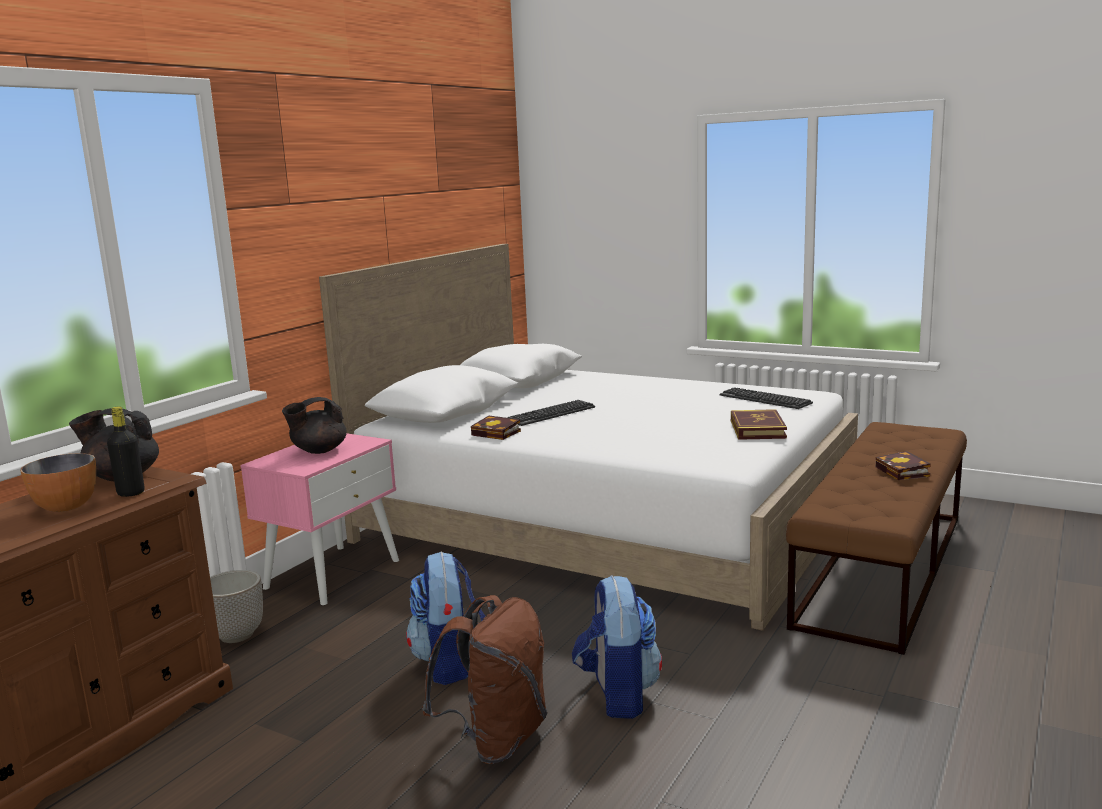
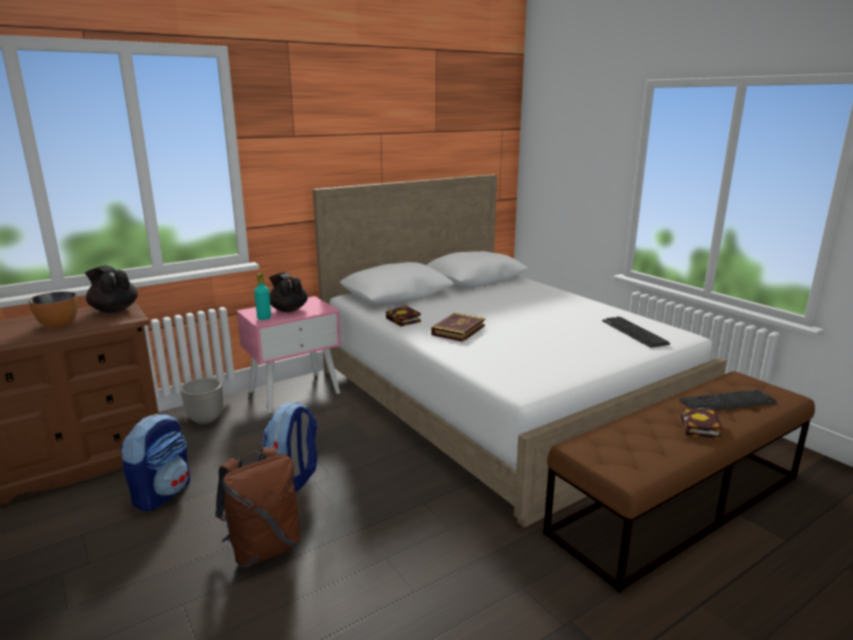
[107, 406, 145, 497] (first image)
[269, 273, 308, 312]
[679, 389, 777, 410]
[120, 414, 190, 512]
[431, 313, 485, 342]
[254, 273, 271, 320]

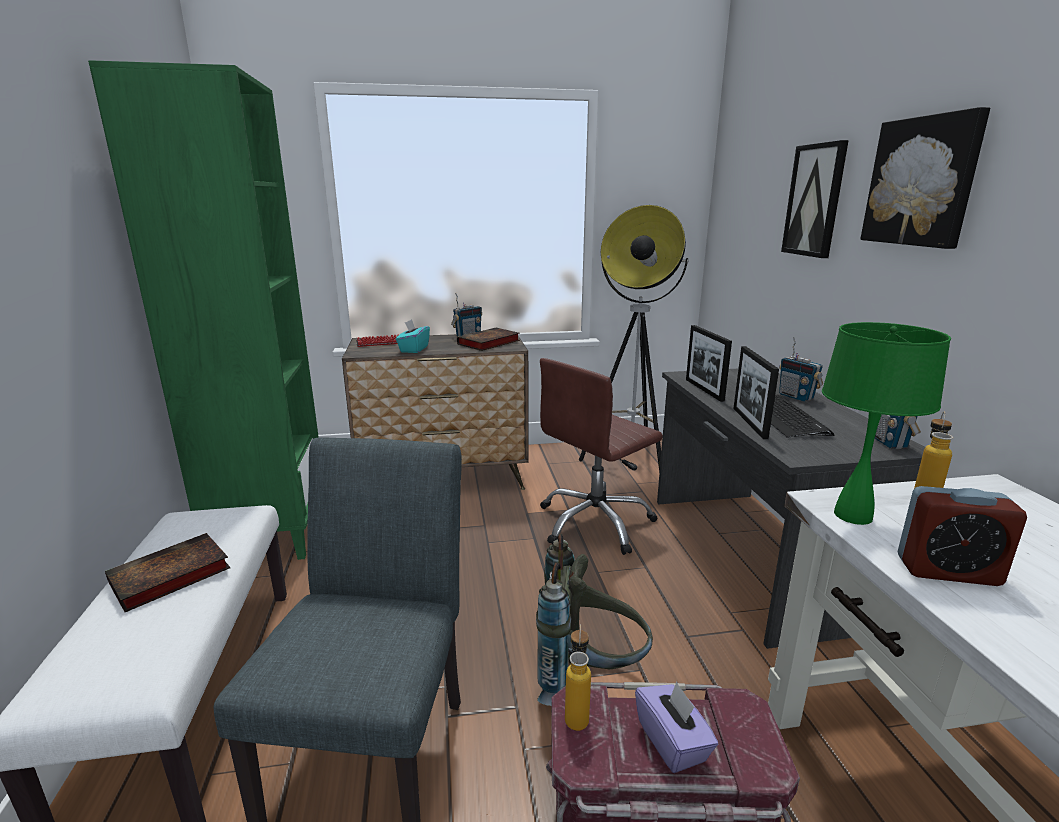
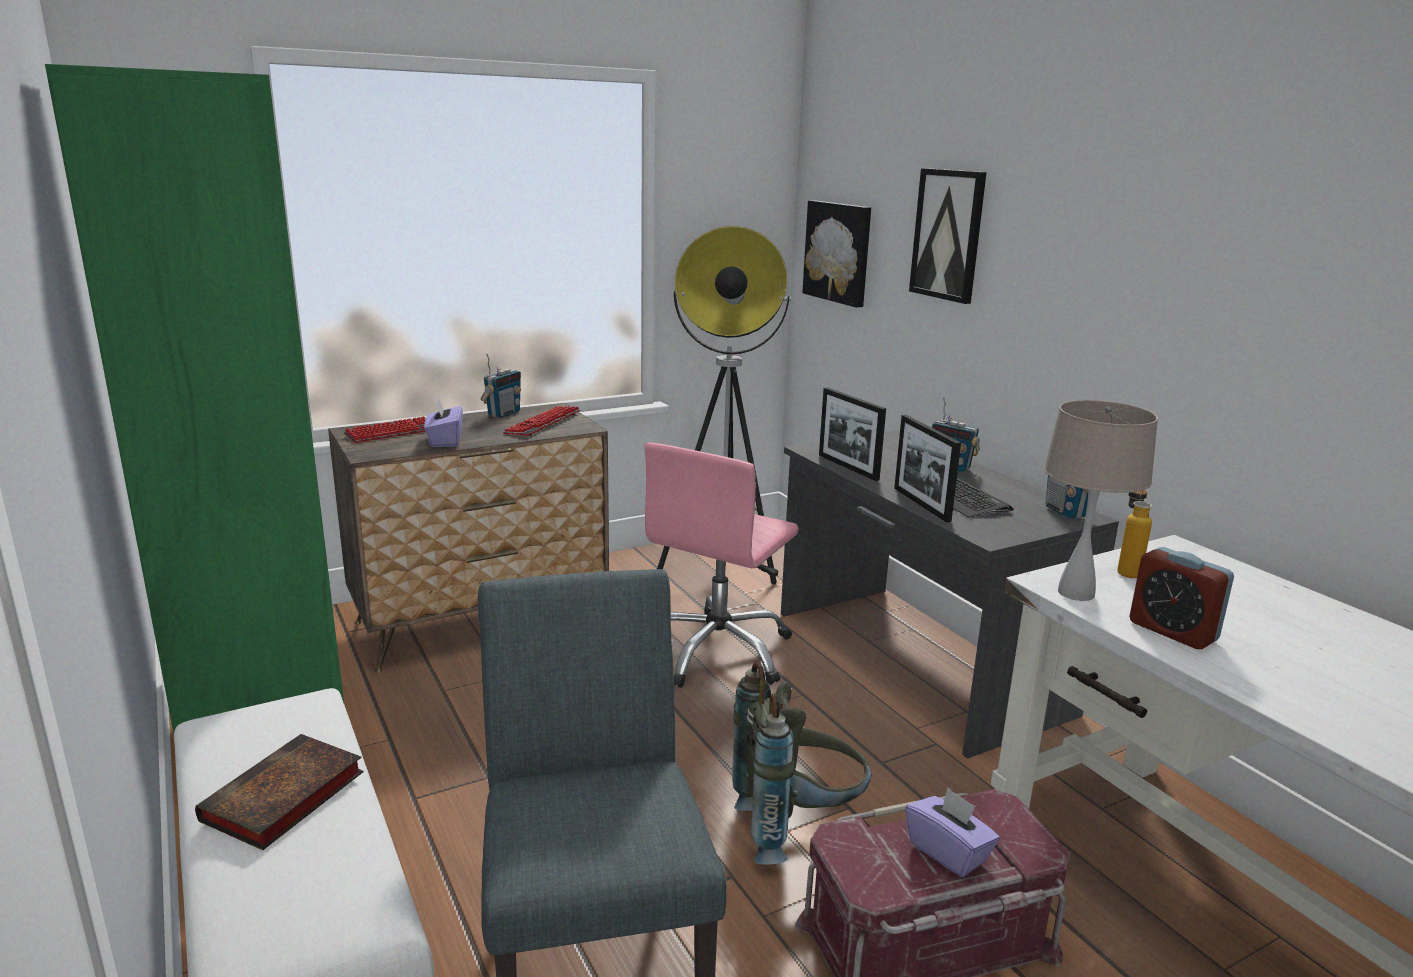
[424, 398, 463, 447]
[503, 406, 580, 436]
[644, 442, 799, 688]
[565, 624, 591, 731] (first image)
[1044, 400, 1158, 601]
[802, 200, 871, 307]
[1129, 547, 1234, 649]

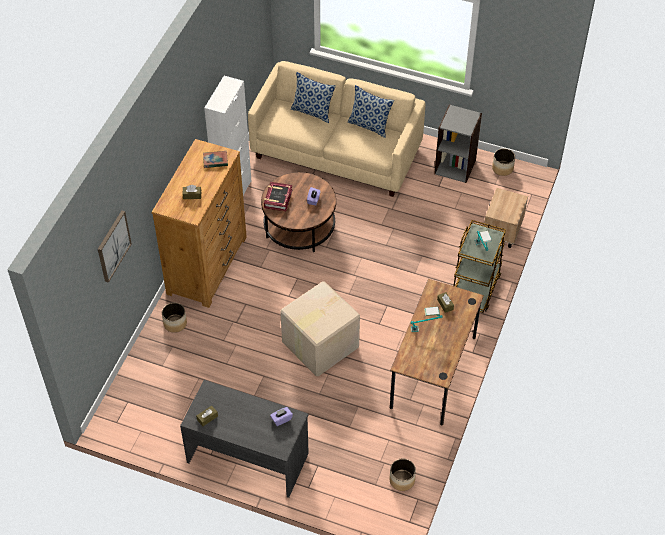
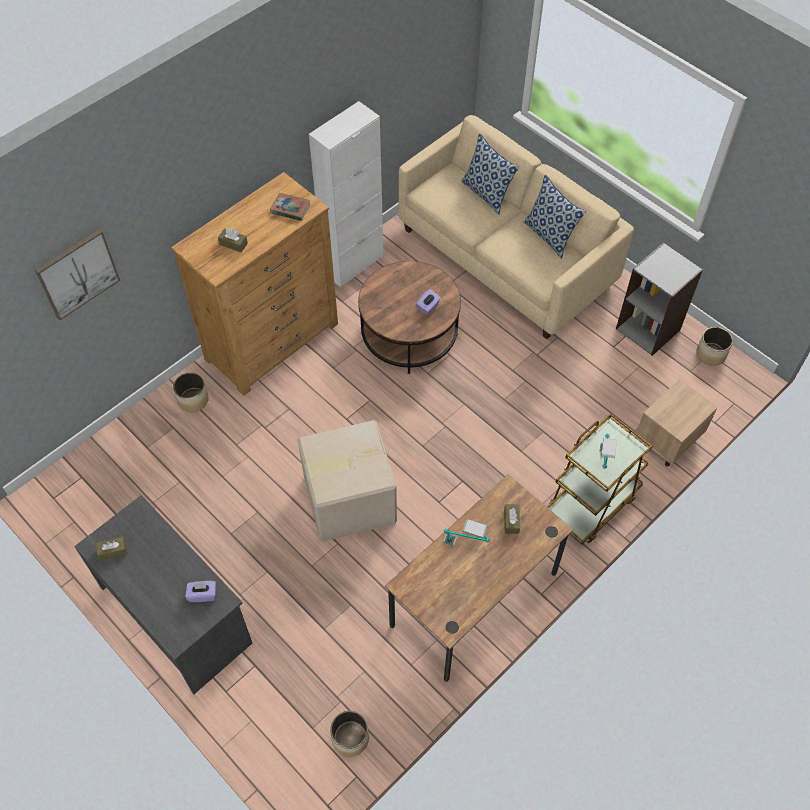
[264, 182, 293, 211] (first image)

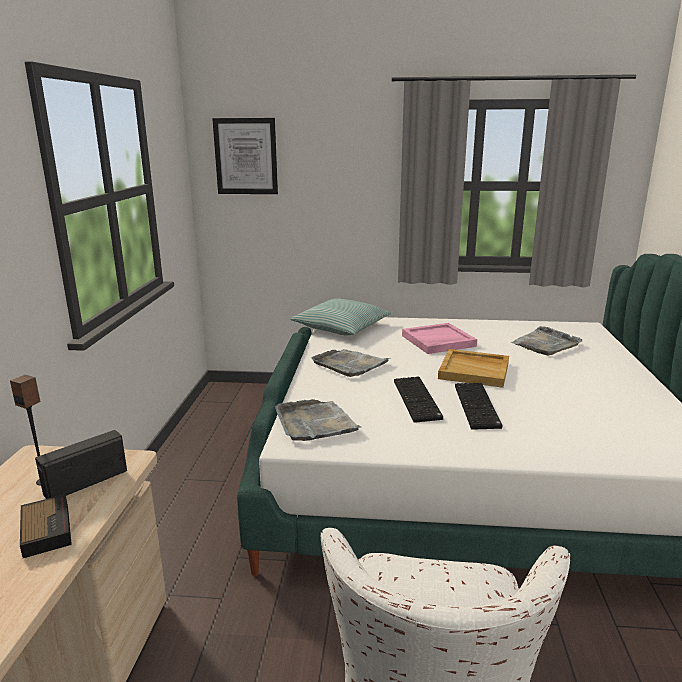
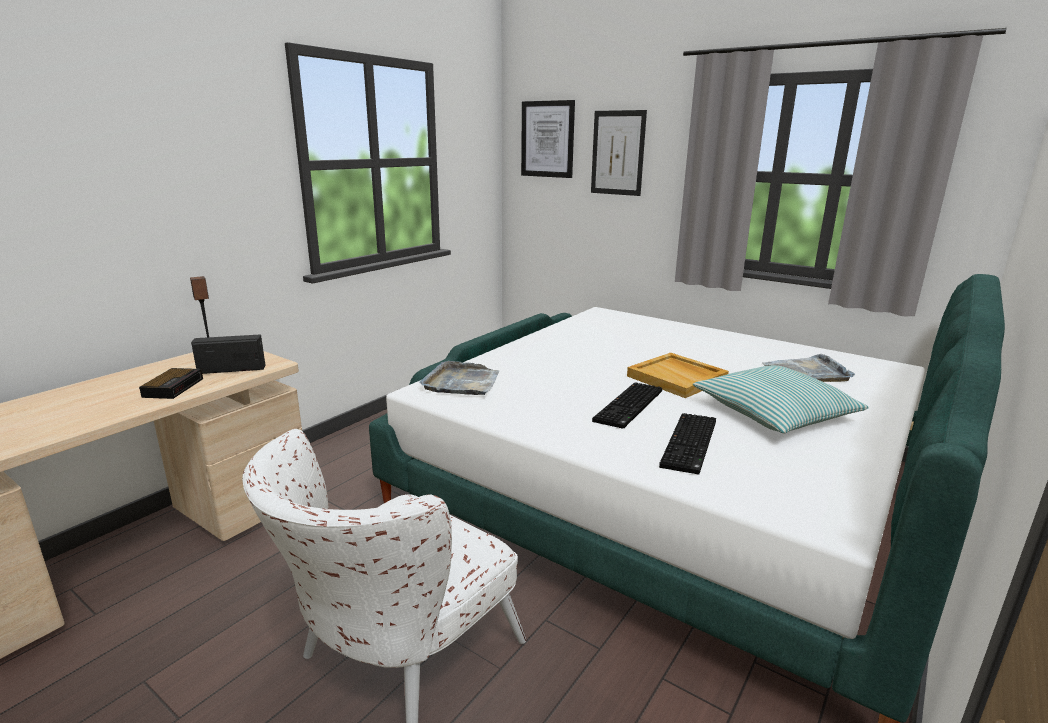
[693, 365, 869, 433]
[311, 349, 391, 377] (first image)
[659, 413, 716, 474]
[402, 323, 477, 354] (first image)
[591, 110, 647, 196]

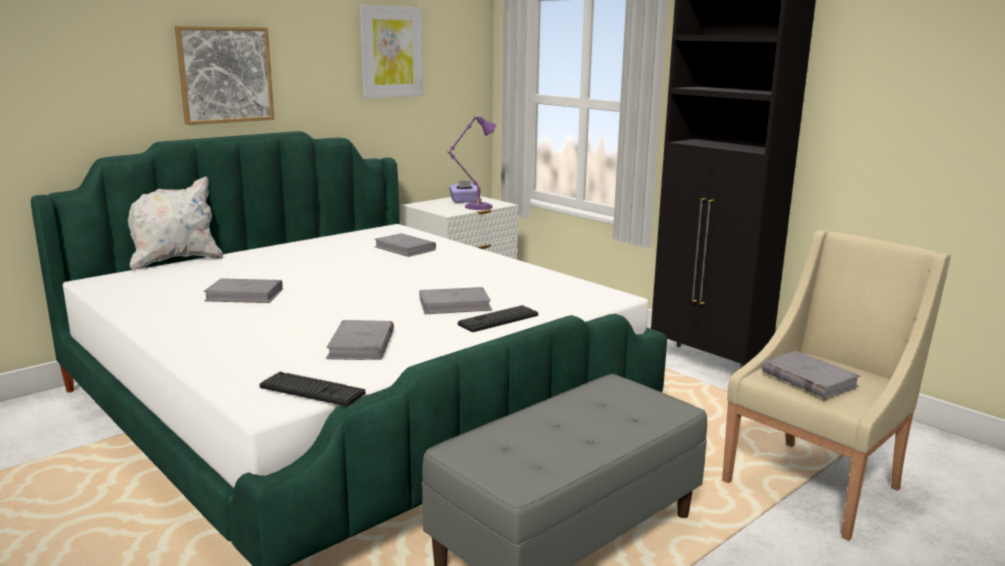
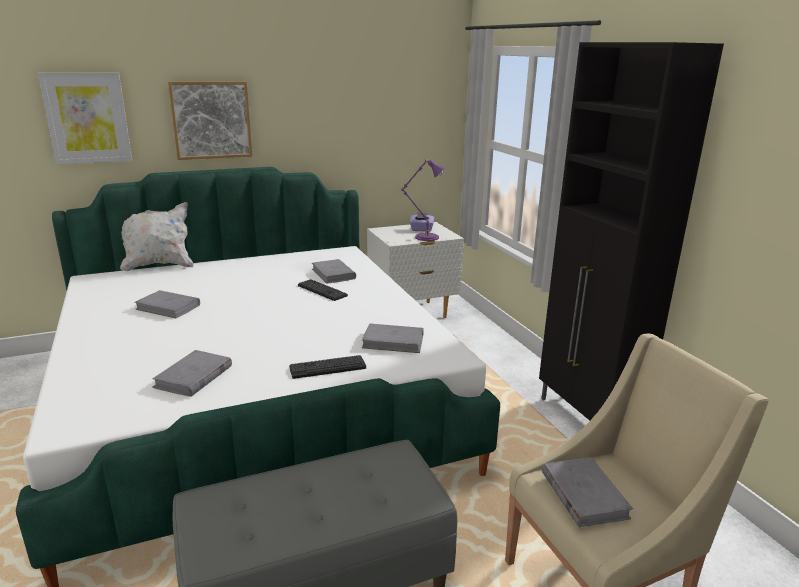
[298, 279, 348, 301]
[38, 73, 132, 164]
[362, 323, 424, 353]

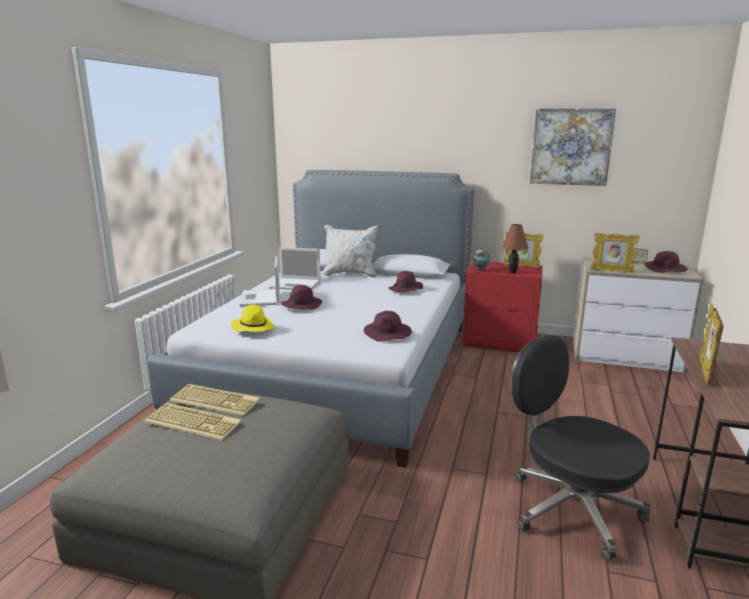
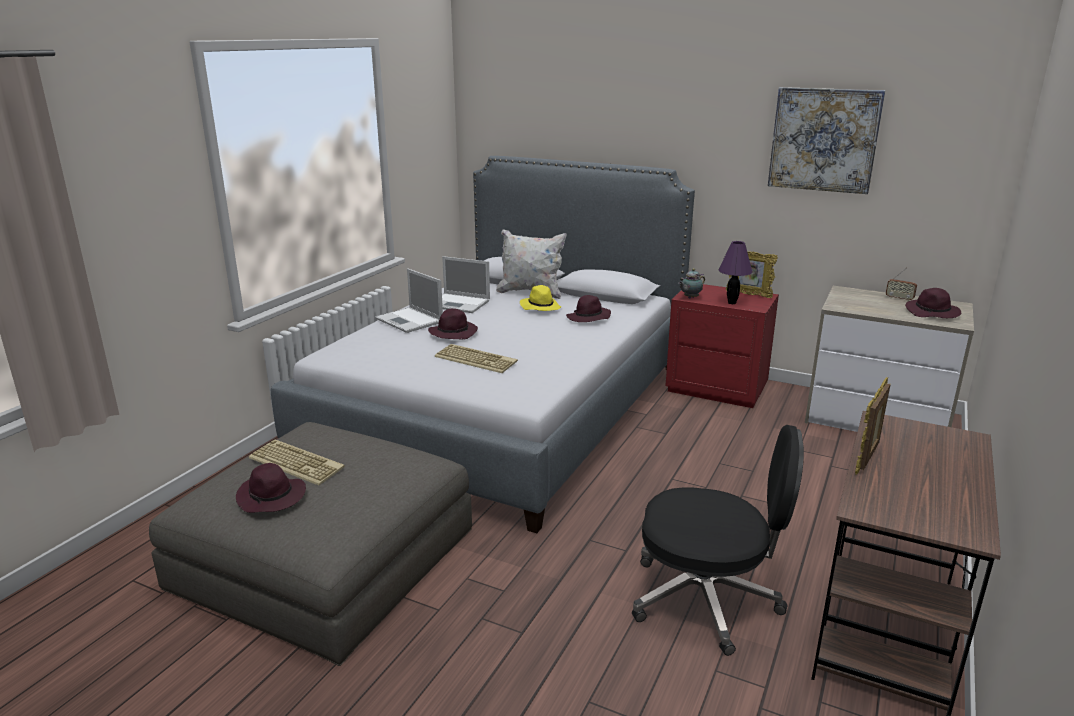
[435, 344, 518, 373]
[520, 285, 561, 311]
[375, 269, 443, 333]
[236, 463, 306, 513]
[719, 241, 752, 304]
[632, 425, 804, 656]
[590, 233, 639, 273] (first image)

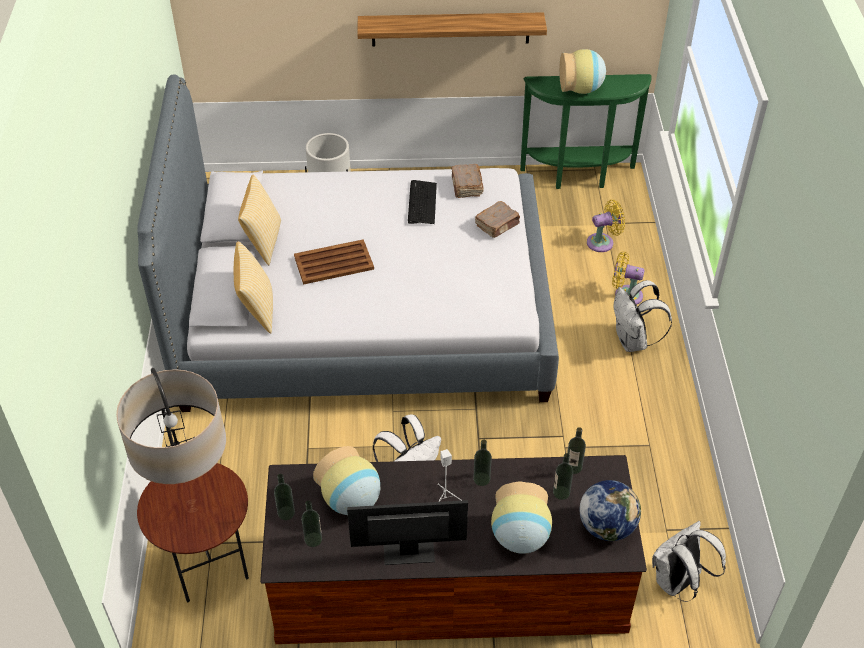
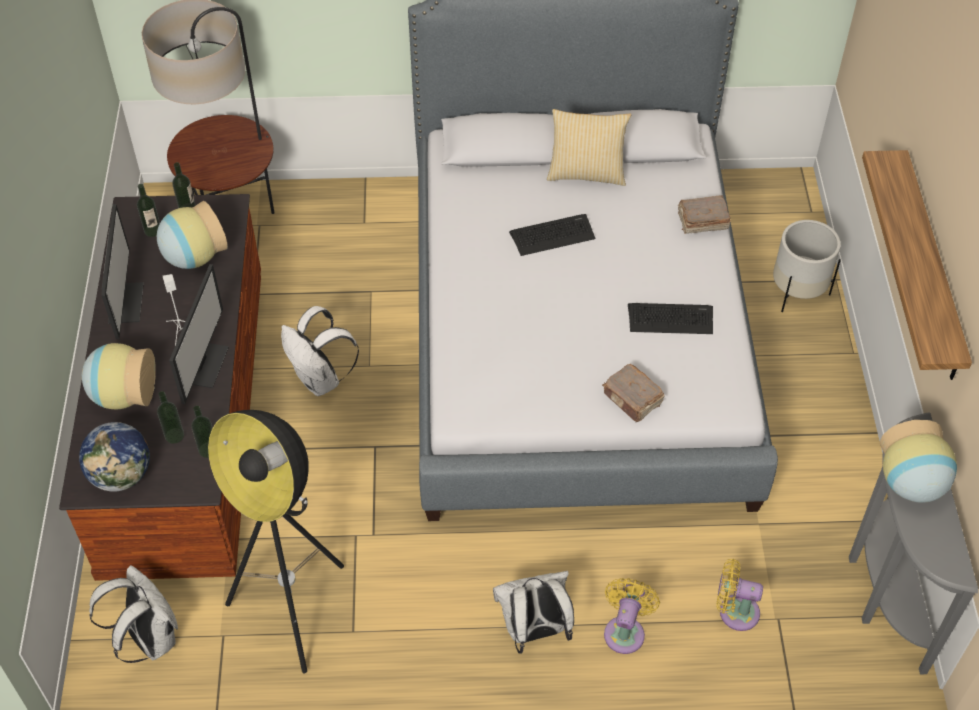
[234, 241, 273, 334] (first image)
[509, 214, 595, 256]
[678, 195, 731, 234]
[169, 264, 229, 404]
[849, 412, 978, 674]
[717, 559, 763, 631]
[208, 410, 344, 674]

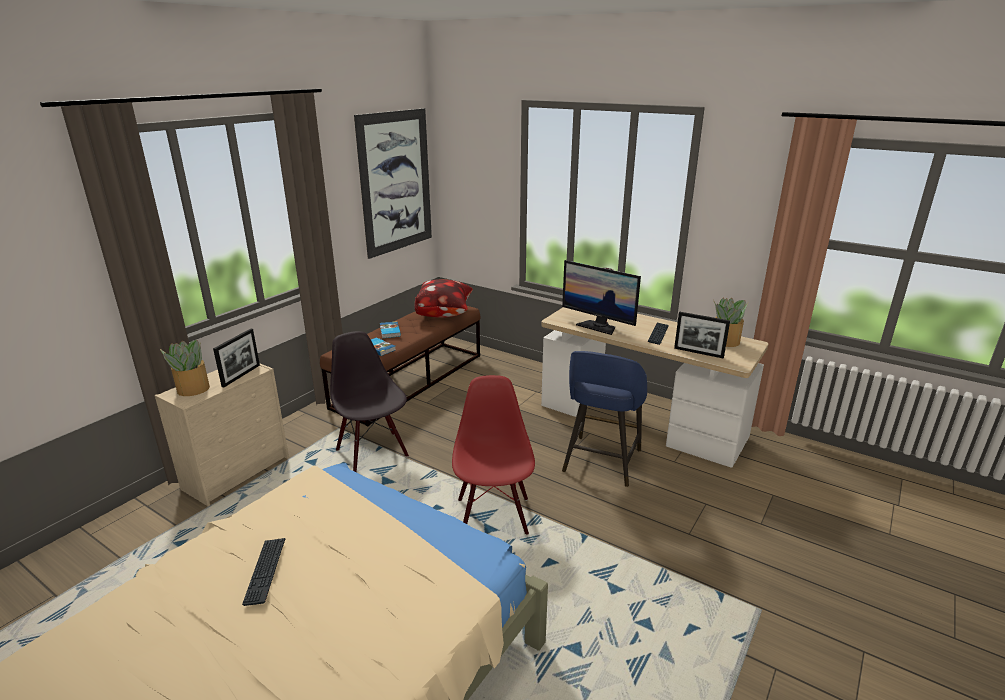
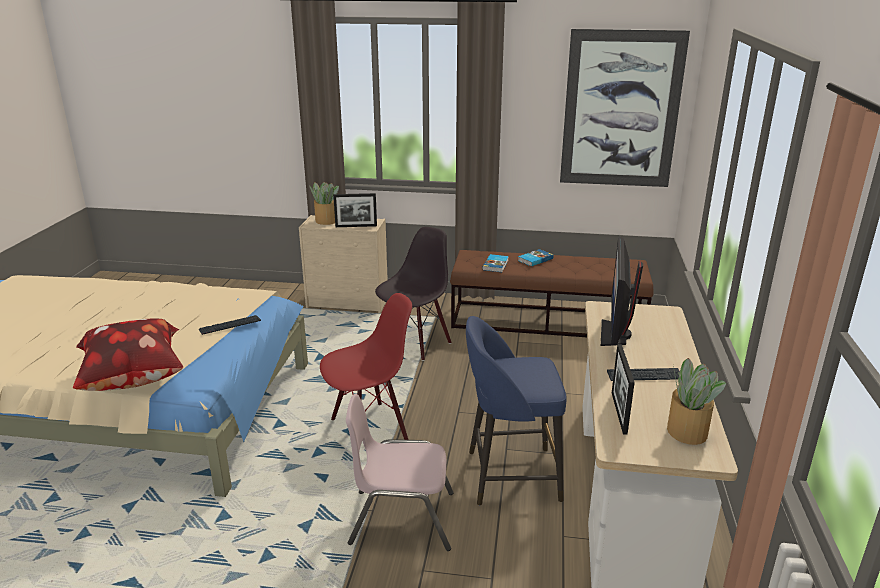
[199, 315, 261, 335]
[73, 318, 183, 391]
[346, 394, 454, 551]

